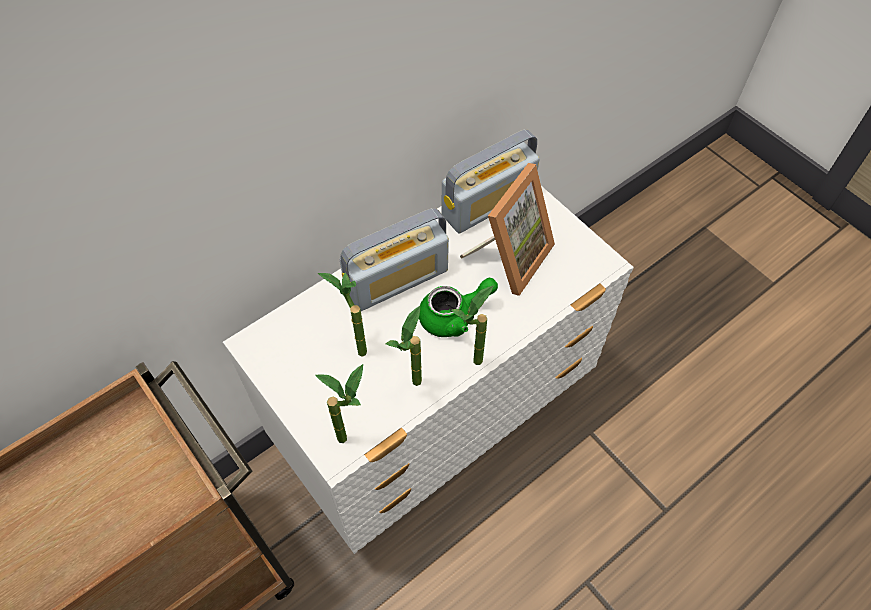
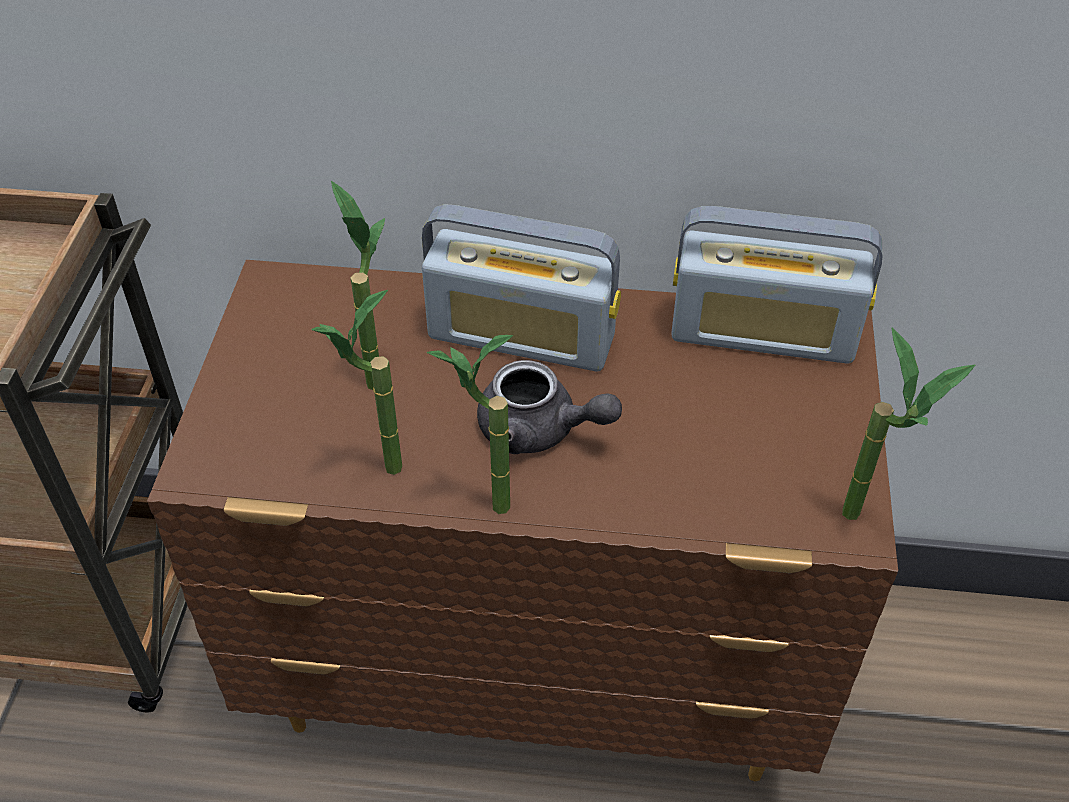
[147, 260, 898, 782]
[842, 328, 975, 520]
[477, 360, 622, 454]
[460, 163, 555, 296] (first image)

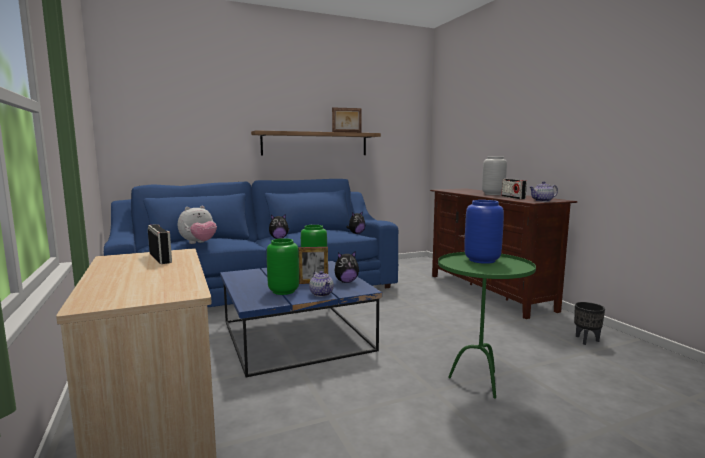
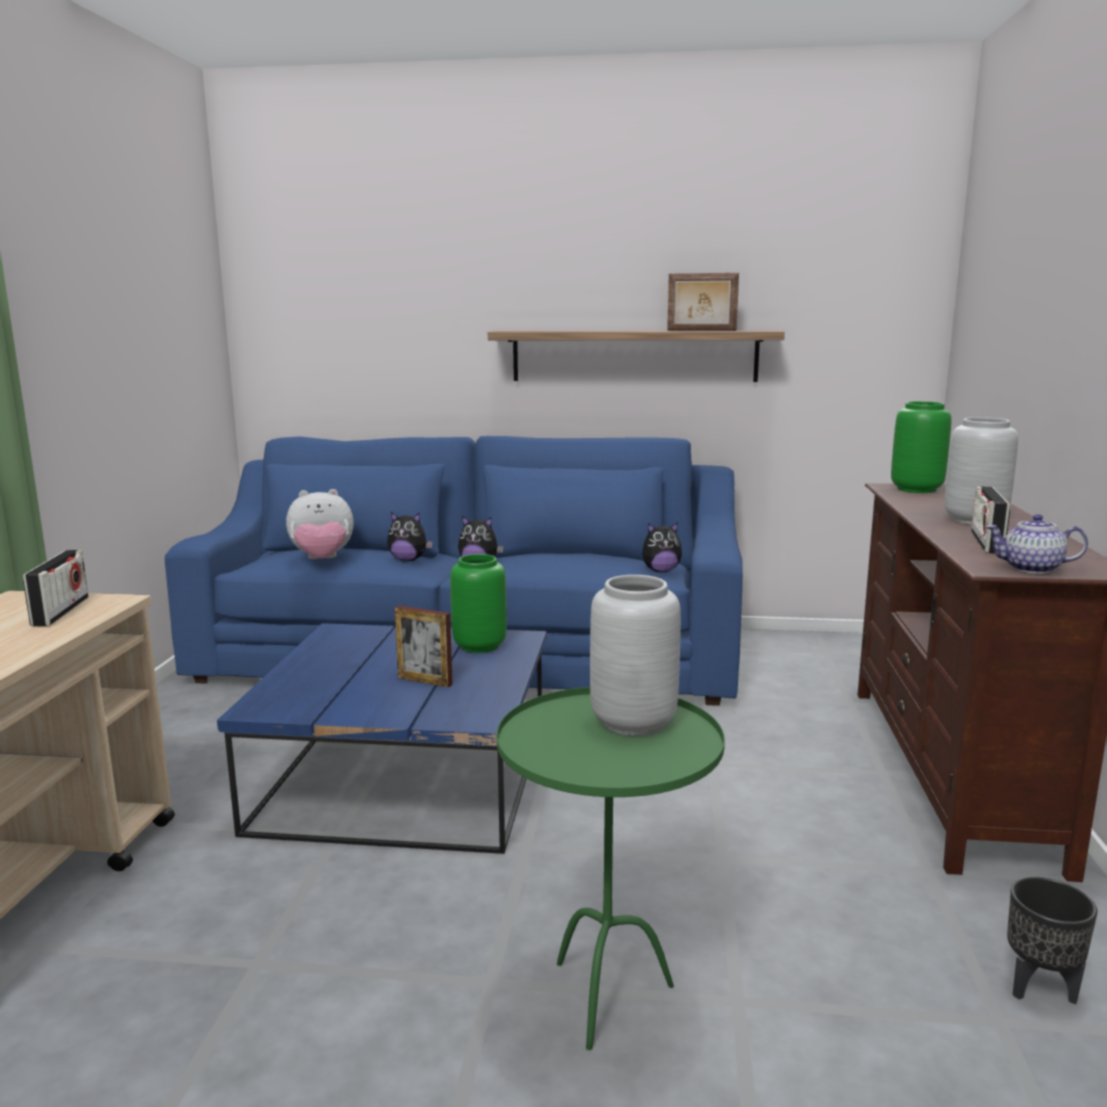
[891, 401, 952, 493]
[309, 271, 334, 297] (first image)
[387, 512, 433, 561]
[590, 575, 681, 736]

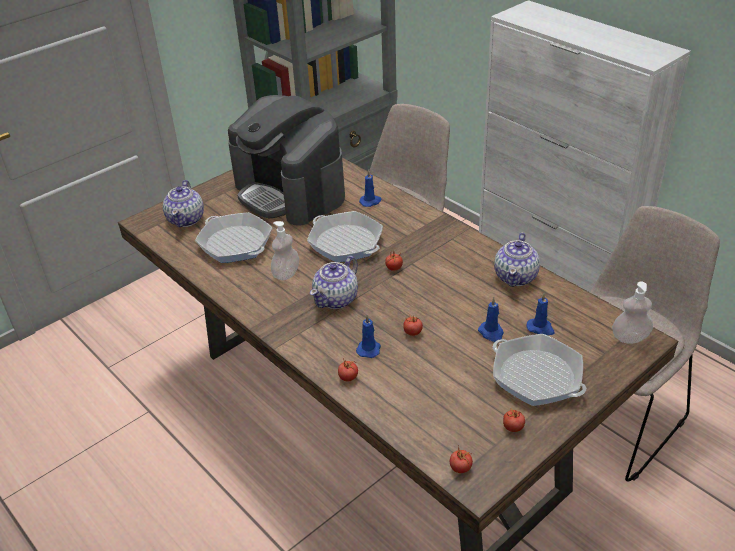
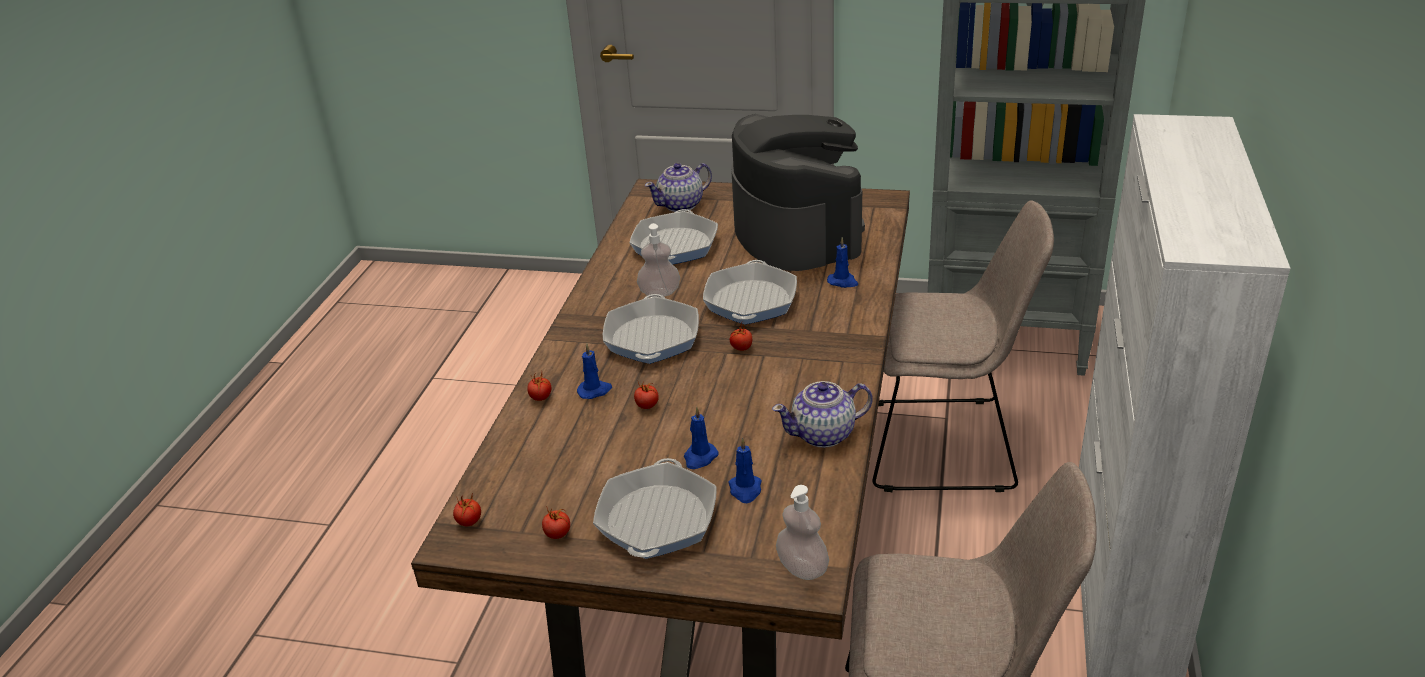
[731, 114, 865, 271]
[603, 294, 699, 364]

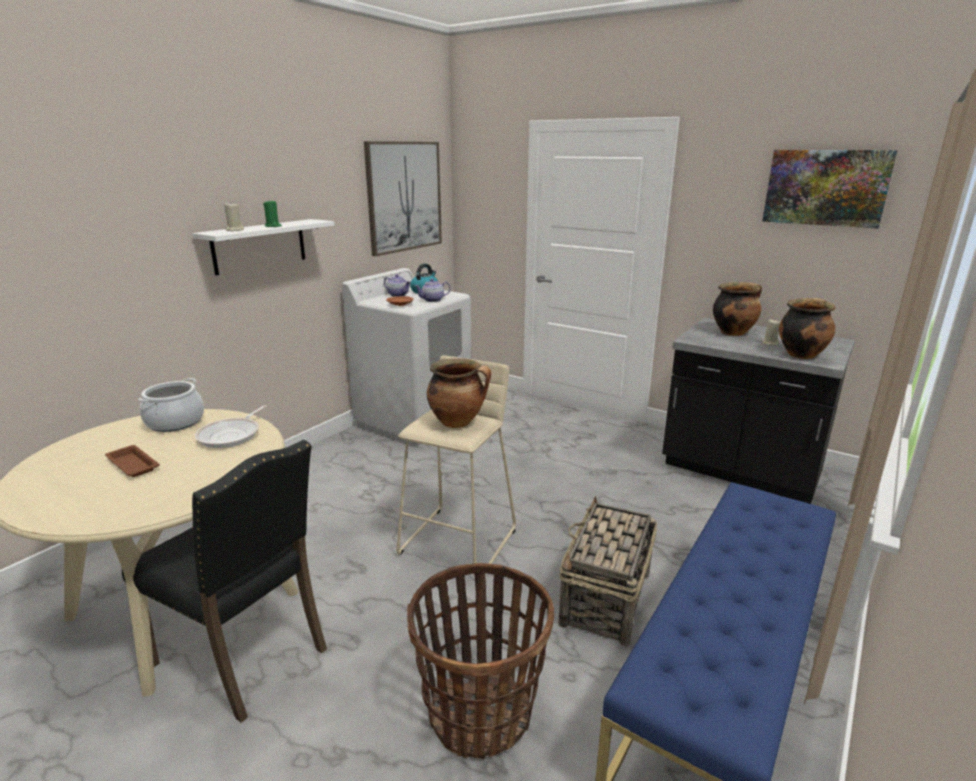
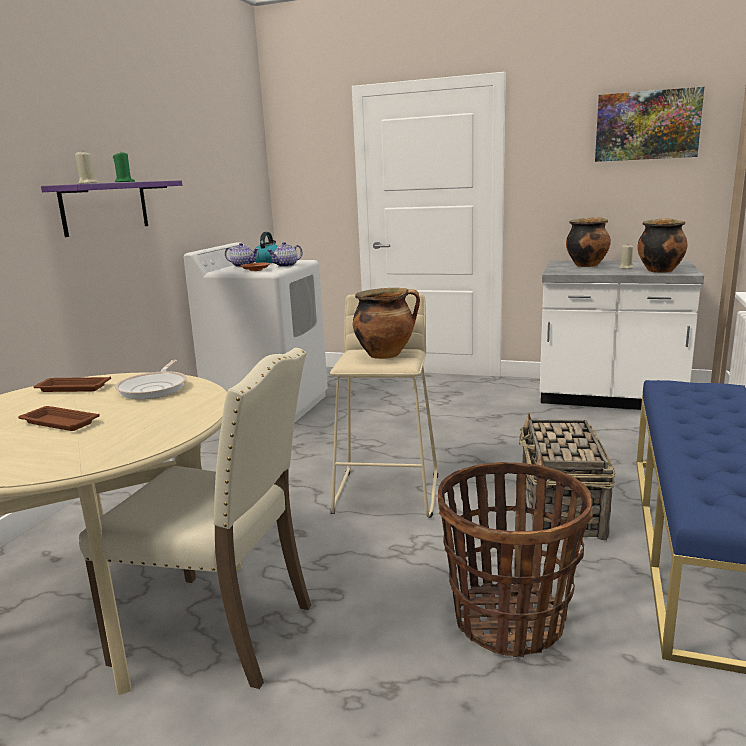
[79, 348, 311, 689]
[33, 376, 111, 392]
[41, 180, 182, 237]
[364, 141, 442, 256] (first image)
[540, 260, 704, 410]

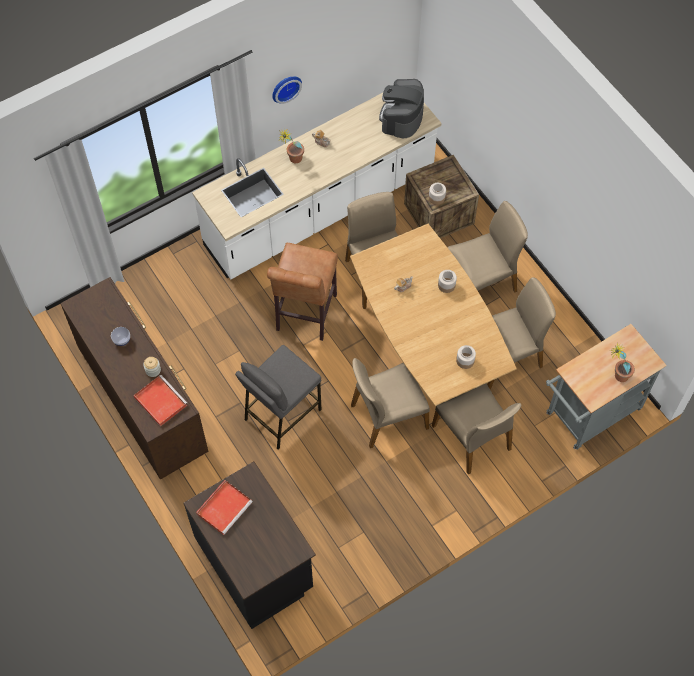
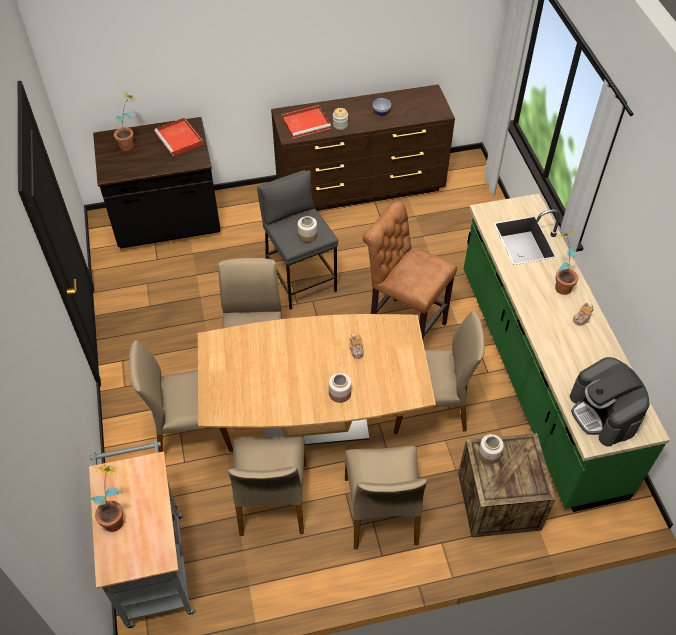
[464, 194, 670, 512]
[272, 77, 302, 104] (first image)
[570, 357, 649, 447]
[298, 216, 317, 243]
[114, 92, 137, 151]

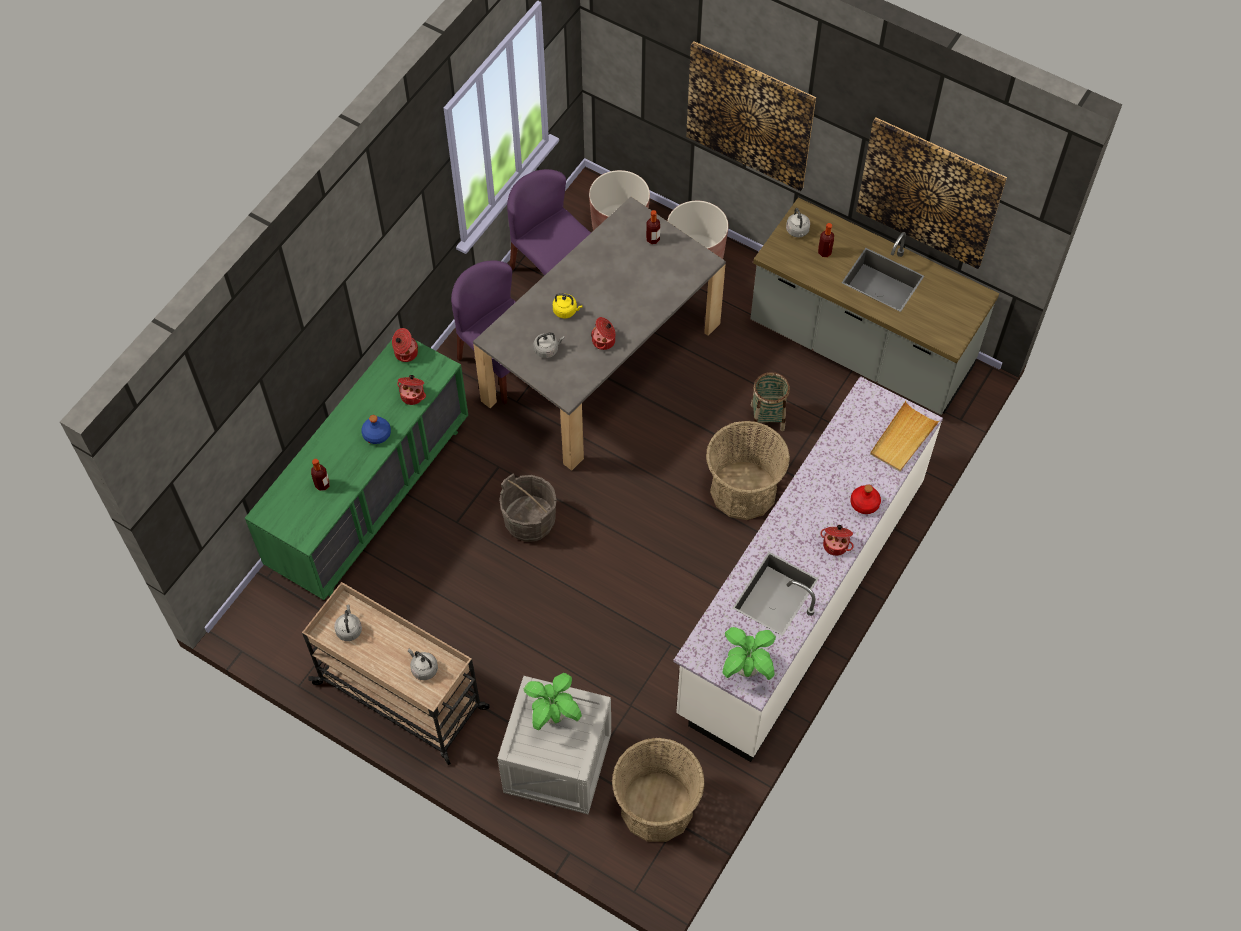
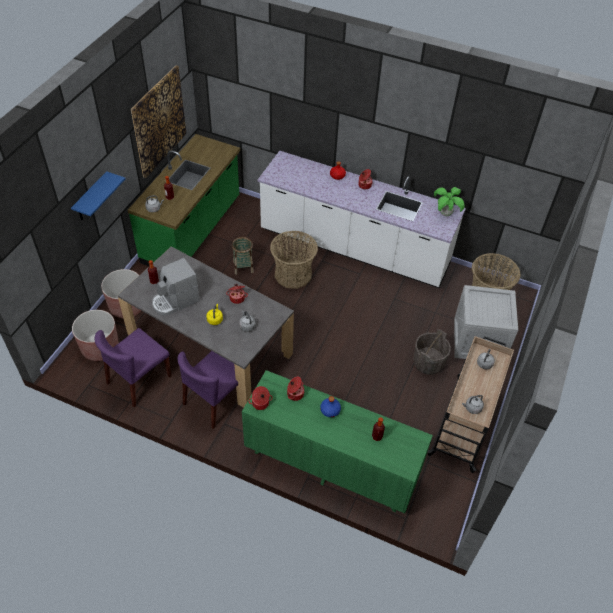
[413, 329, 451, 375]
[524, 673, 582, 730] (first image)
[71, 171, 125, 220]
[128, 134, 240, 266]
[870, 401, 940, 472] (first image)
[152, 258, 200, 316]

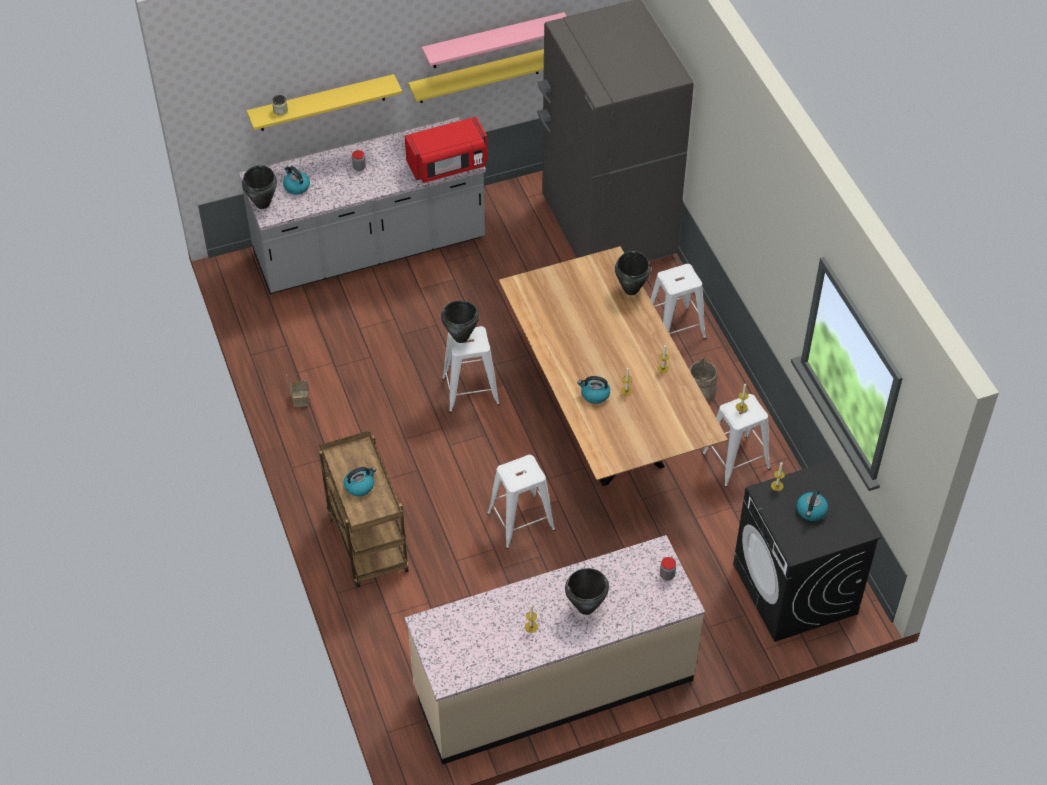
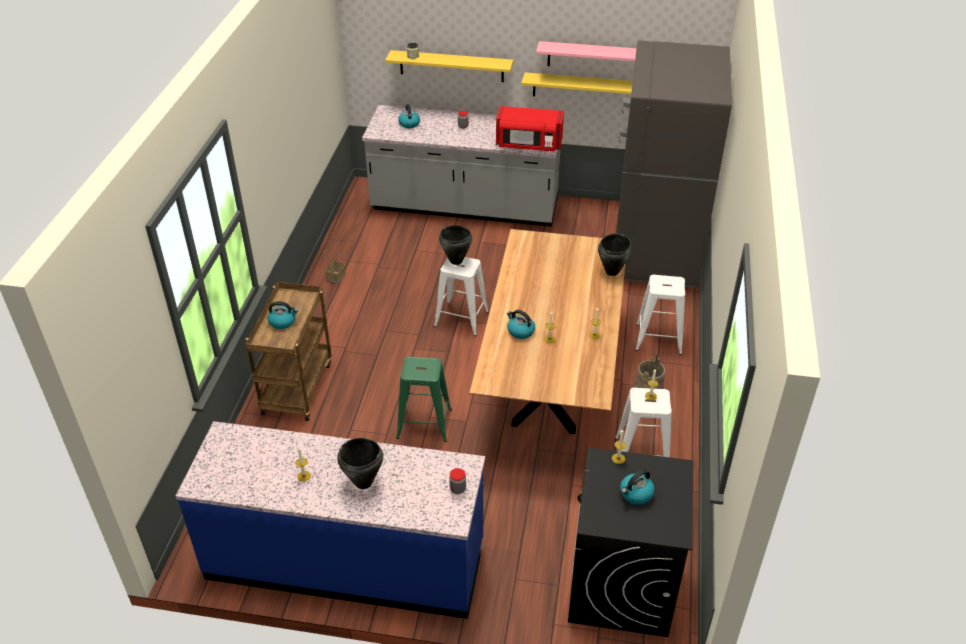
[242, 165, 277, 209] (first image)
[176, 421, 485, 619]
[396, 356, 452, 442]

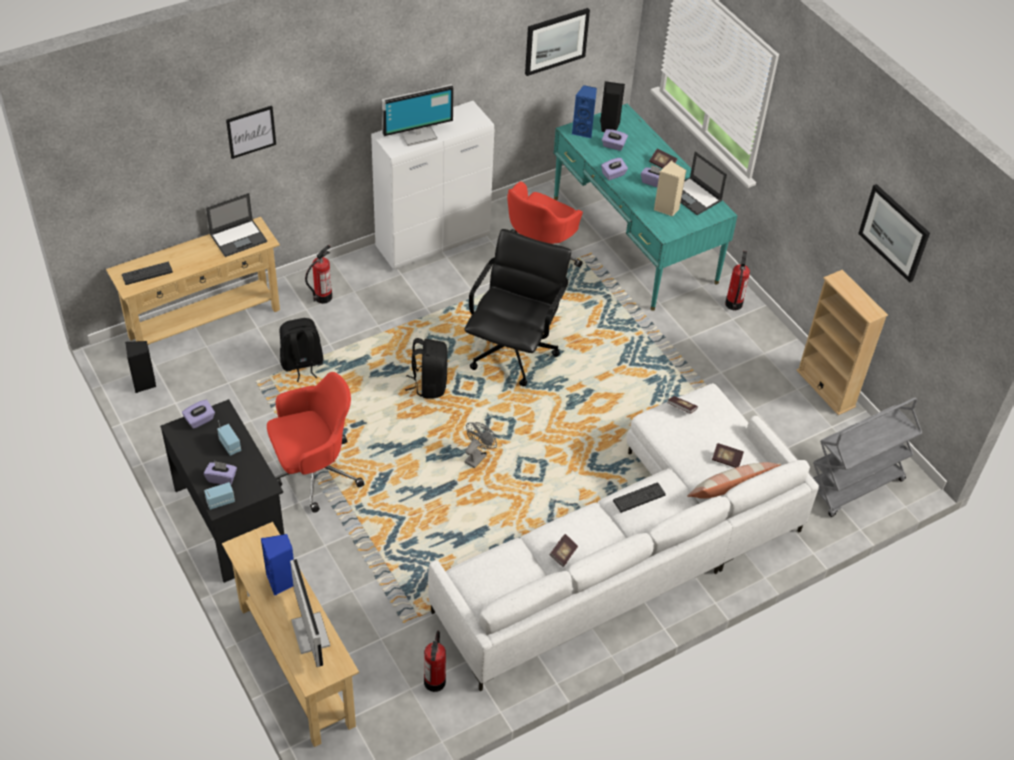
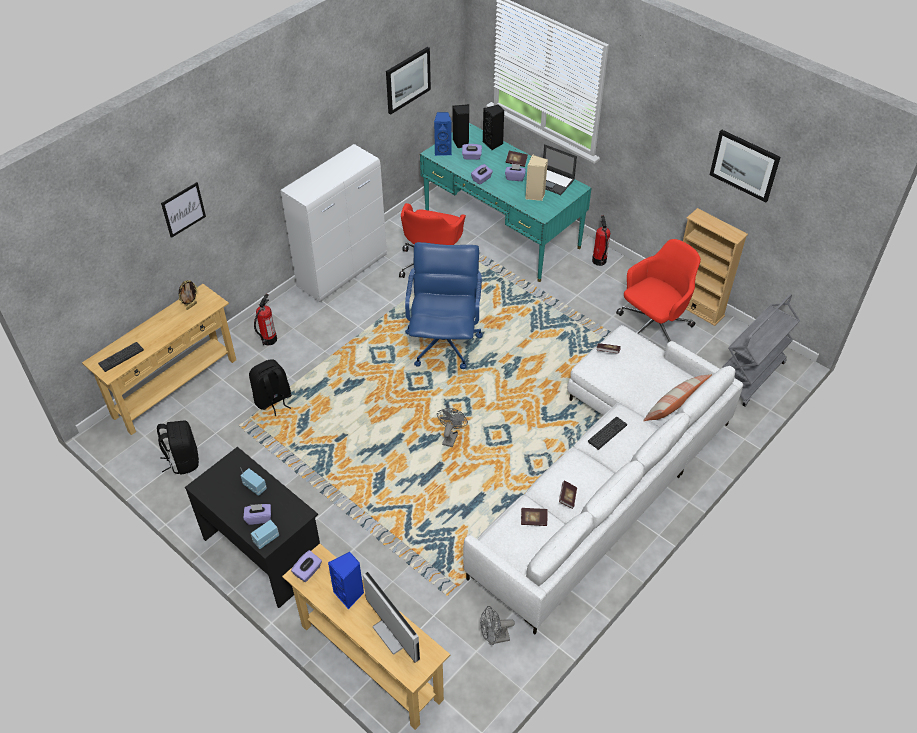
[483, 105, 505, 150]
[291, 550, 322, 582]
[179, 280, 198, 310]
[616, 239, 701, 342]
[381, 84, 454, 146] (first image)
[157, 421, 199, 474]
[480, 606, 515, 645]
[405, 242, 483, 369]
[521, 508, 548, 526]

